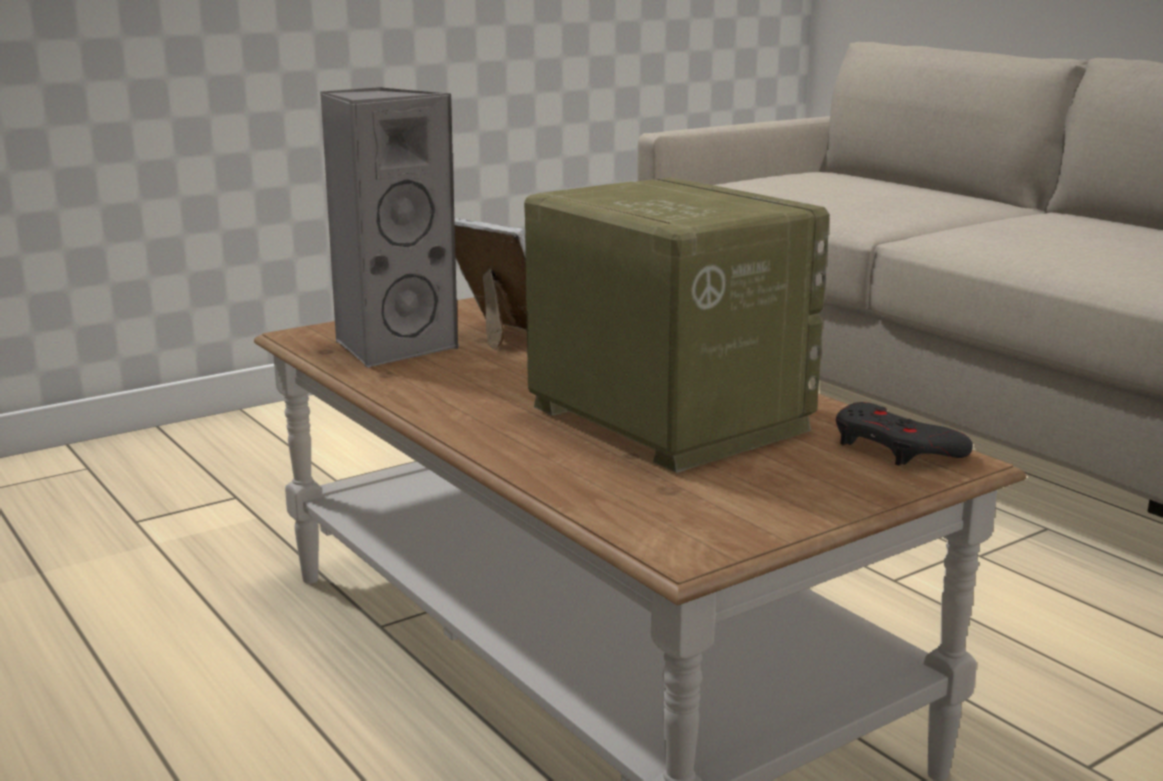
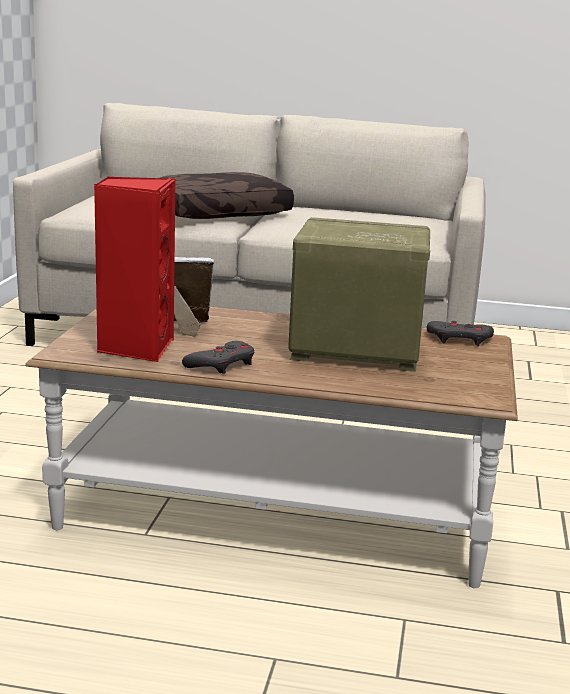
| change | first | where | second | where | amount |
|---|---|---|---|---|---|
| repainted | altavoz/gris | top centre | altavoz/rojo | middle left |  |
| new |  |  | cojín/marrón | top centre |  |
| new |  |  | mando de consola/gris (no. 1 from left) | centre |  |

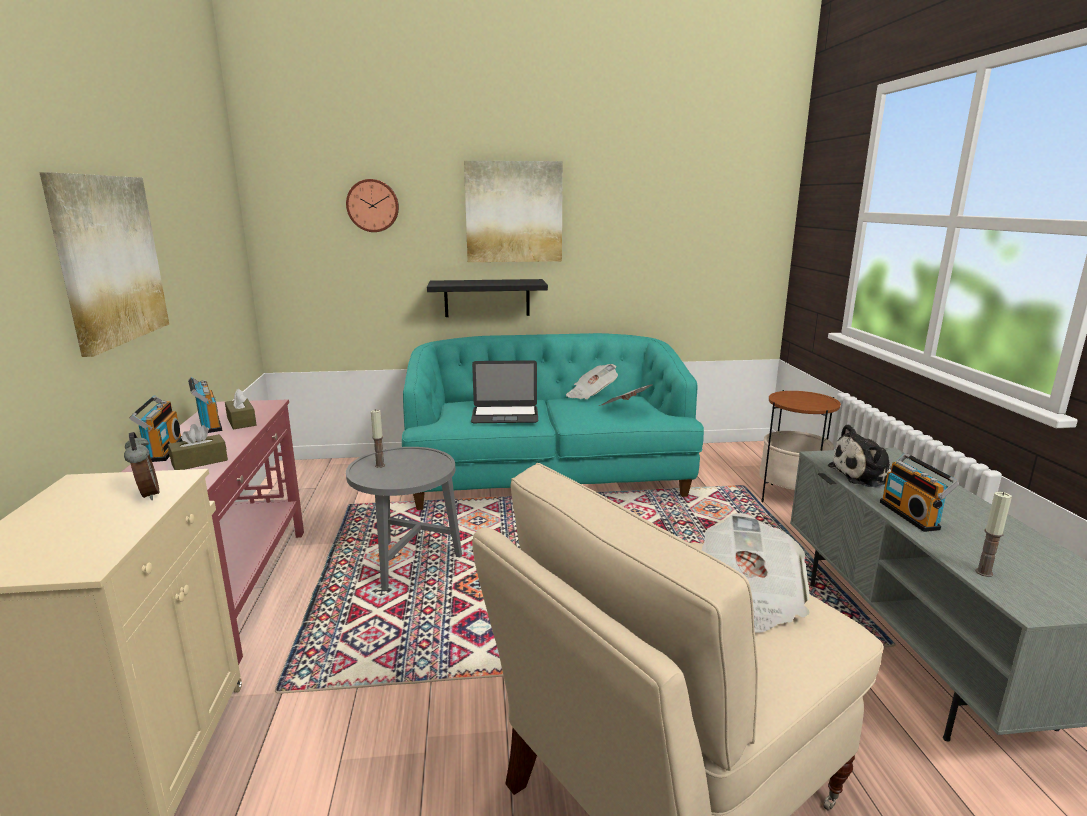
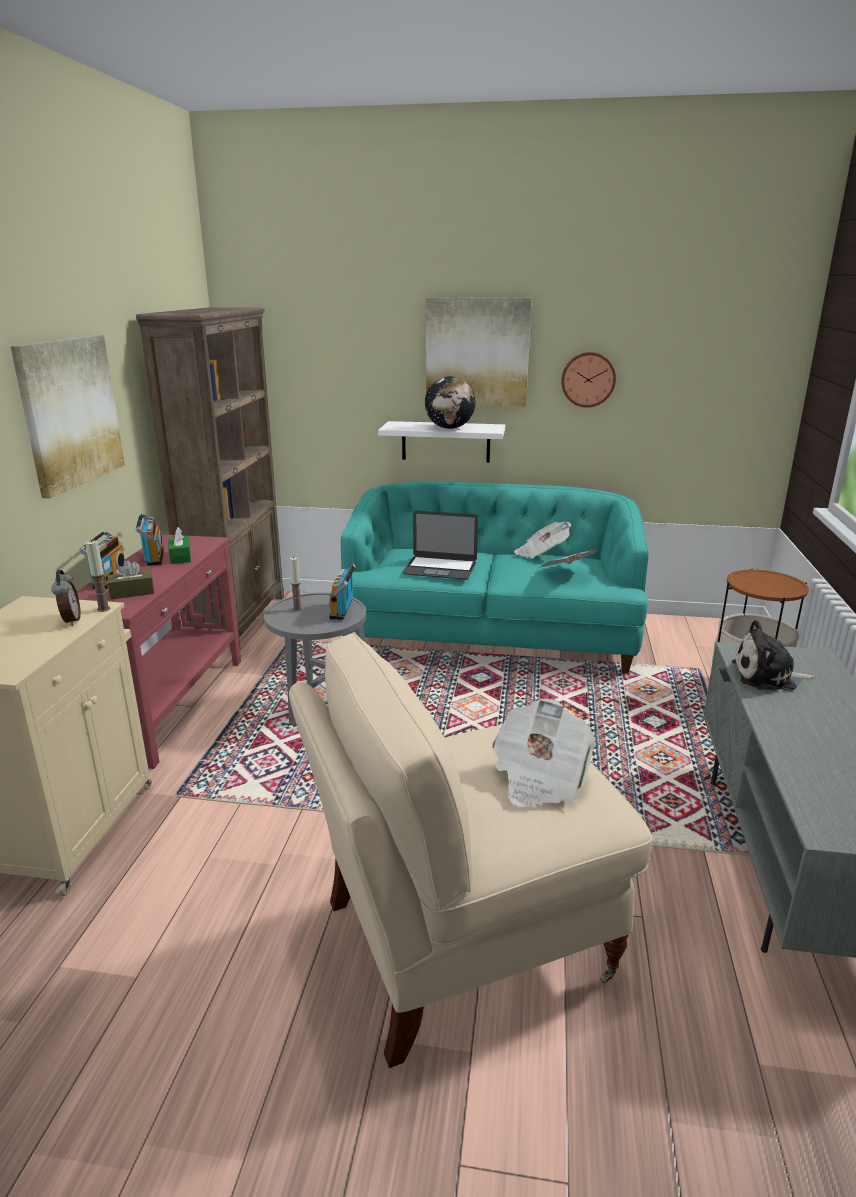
| change | first | where | second | where | amount |
|---|---|---|---|---|---|
| shifted | reloj de pared | top centre |  | top right |  |
| repainted | estante/negro | centre | estante/blanco | centre |  |
| repainted | caja de pañuelos/marrón (no. 2 from left) | middle left | caja de pañuelos/verde | middle left |  |
| shifted | radio (no. 3 from left) | middle right |  | centre |  |
| shifted | vela (no. 2 from left in the first image) | middle right | vela (no. 1 from left) | middle left |  |
| new |  |  | estantería/marrón | middle left |  |
| new |  |  | globo terráqueo | centre |  |

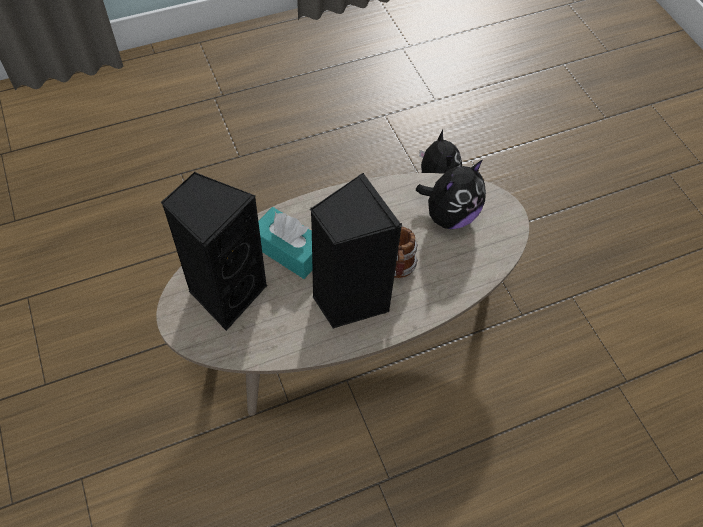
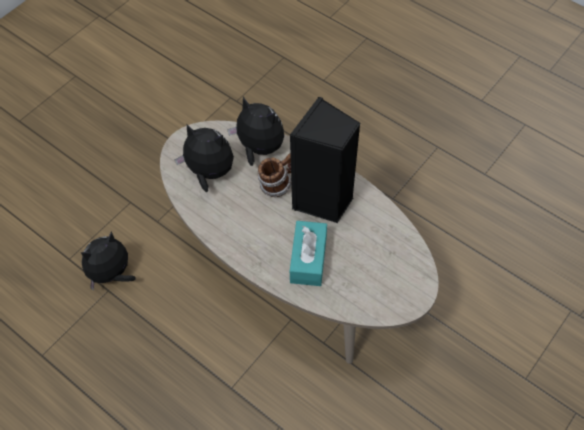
| change | first | where | second | where | amount |
|---|---|---|---|---|---|
| gone | altavoz/negro (no. 1 from left) | middle left |  |  |  |
| new |  |  | peluche (no. 3 from left) | top centre |  |

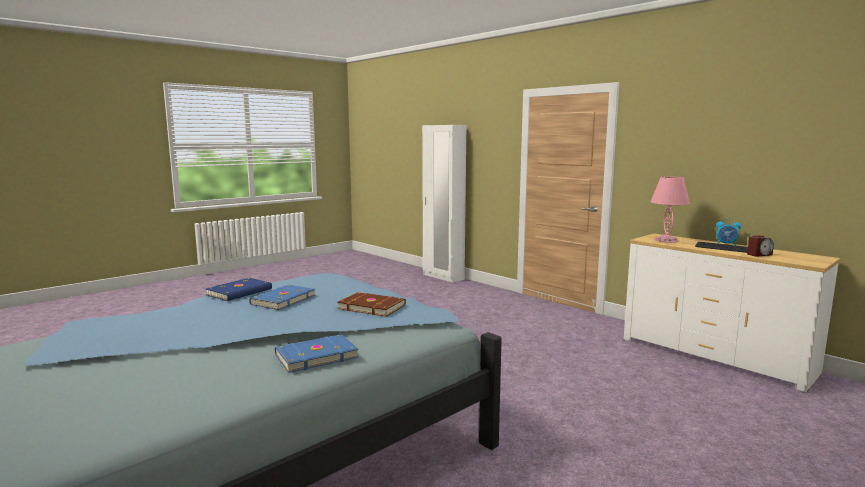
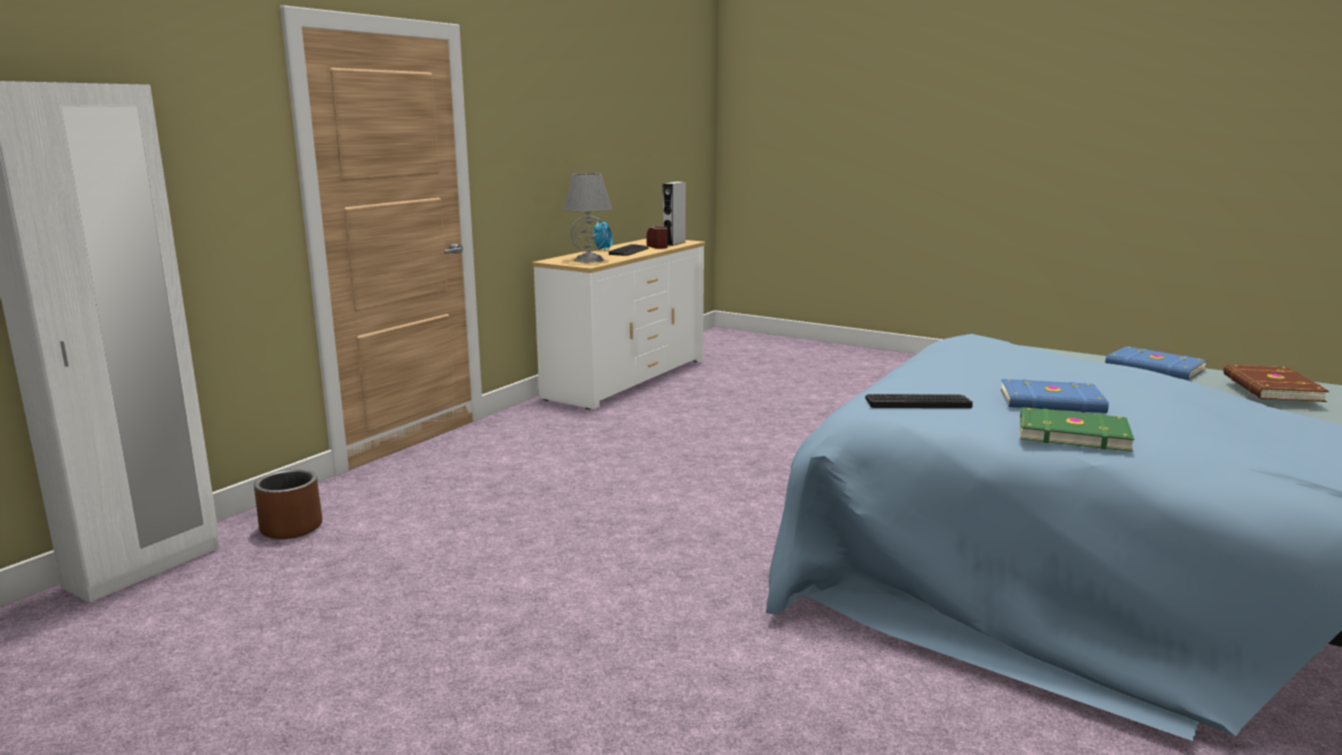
| change | first | where | second | where | amount |
|---|---|---|---|---|---|
| repainted | lámpara de mesa/rosa | middle right | lámpara de mesa/gris | top centre |  |
| repainted | libro/azul (no. 1 from left) | middle left | libro/verde | middle right |  |
| shifted | libro/marrón | centre |  | middle right |  |
| new |  |  | altavoz/gris | top centre |  |
| new |  |  | teclado (no. 2 from left) | middle right |  |
| new |  |  | maceta/marrón | bottom left |  |

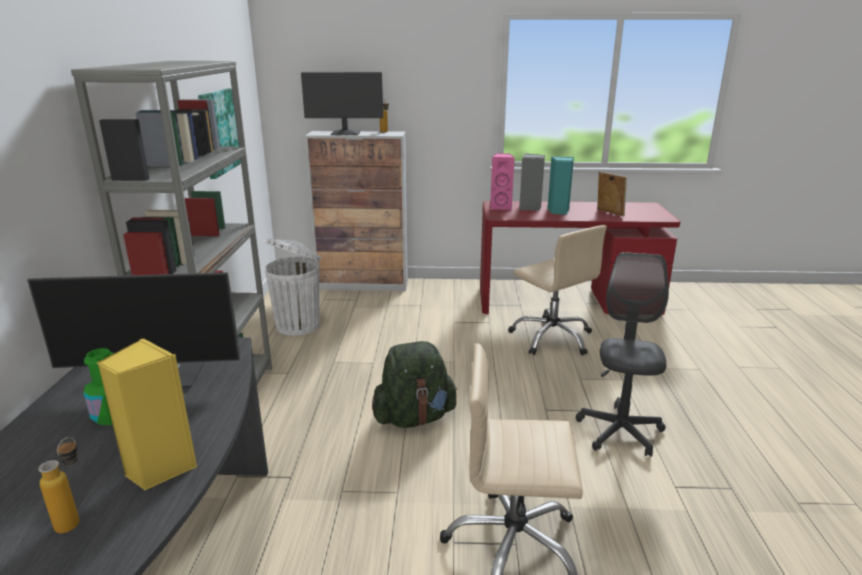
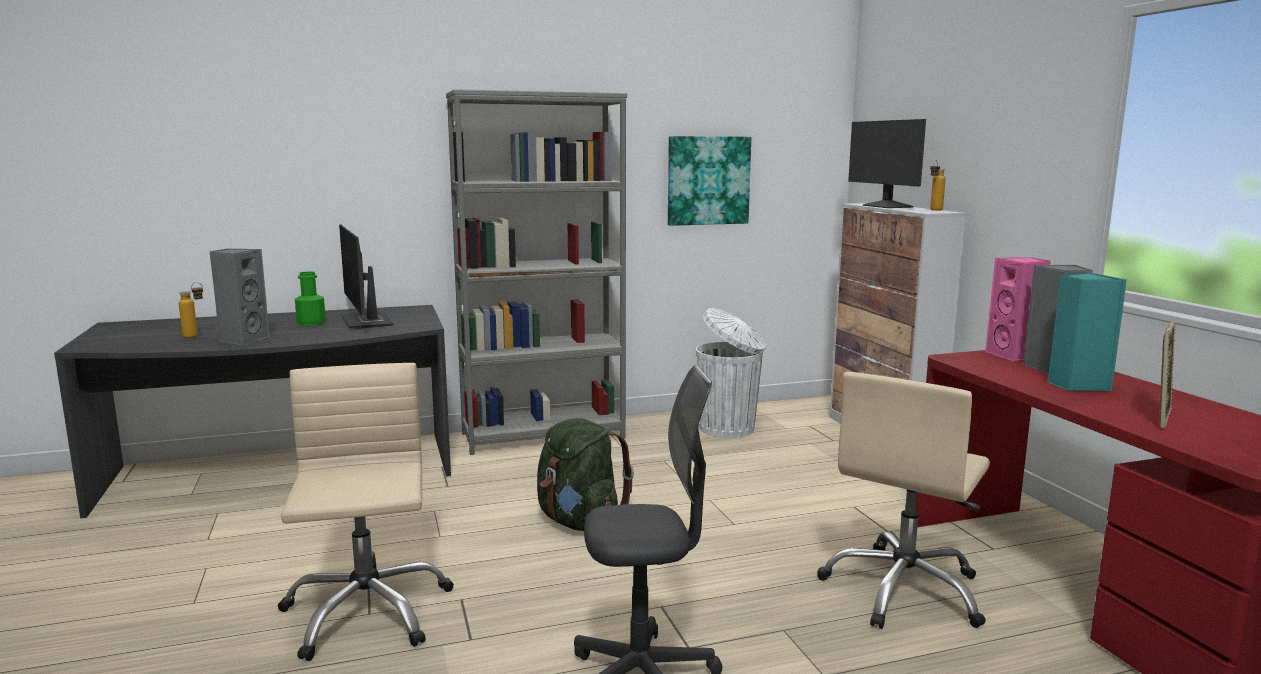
| change | first | where | second | where | amount |
|---|---|---|---|---|---|
| repainted | altavoz/amarillo | bottom left | altavoz/gris (no. 1 from left) | middle left |  |

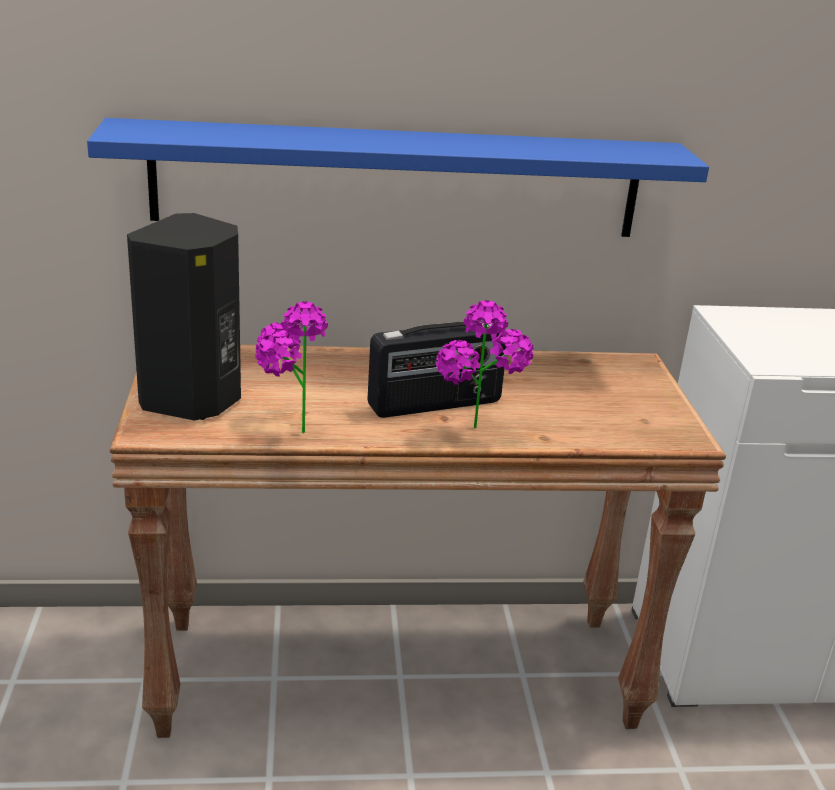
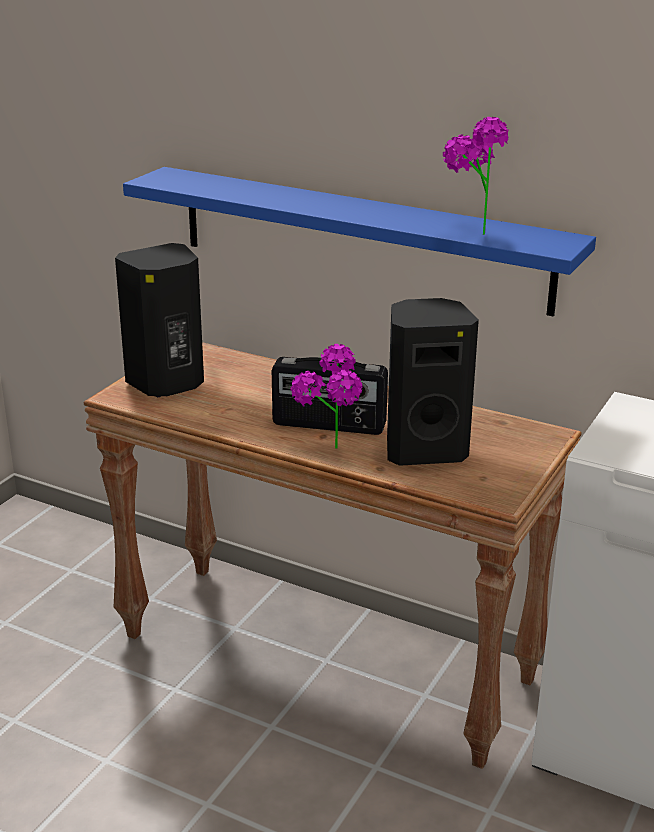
| change | first | where | second | where | amount |
|---|---|---|---|---|---|
| shifted | planta en maceta (no. 1 from left in the first image) | centre | planta en maceta (no. 2 from left) | top right |  |
| new |  |  | altavoz/negro (no. 2 from left) | centre |  |

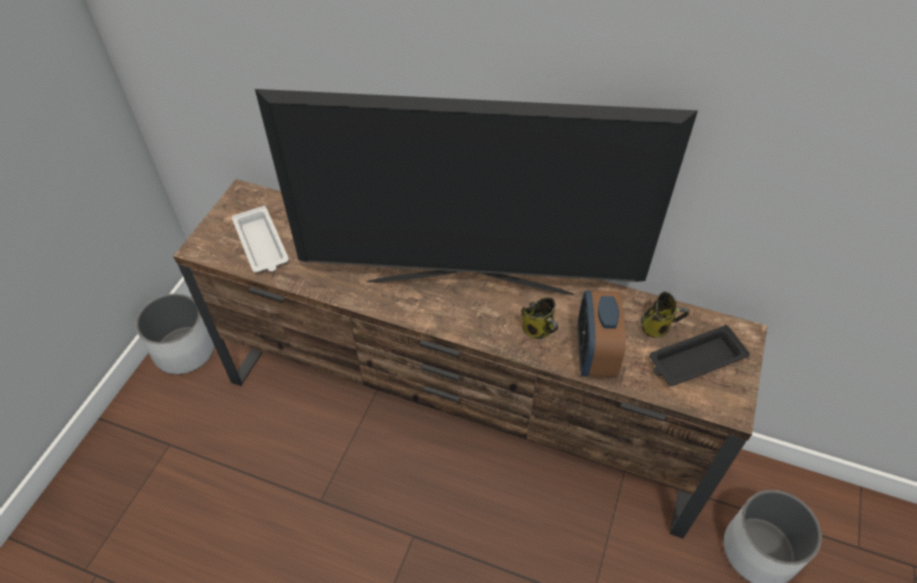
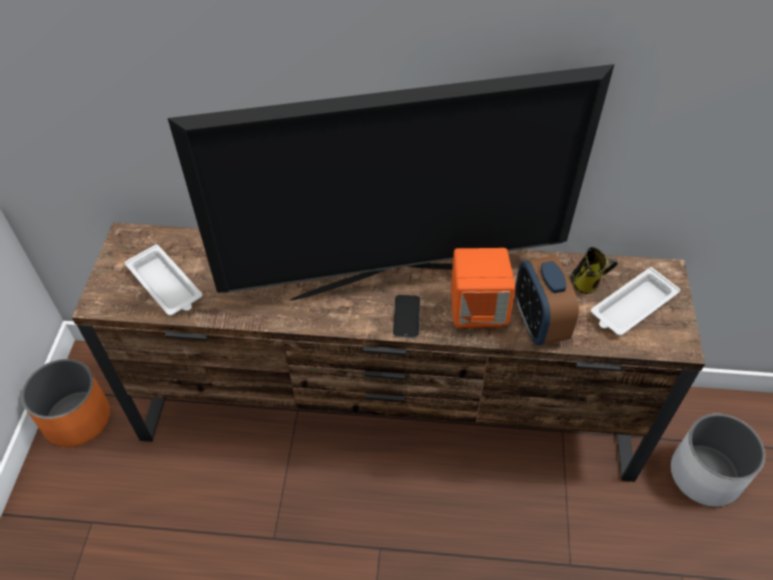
| change | first | where | second | where | amount |
|---|---|---|---|---|---|
| repainted | maceta/blanco (no. 1 from left) | middle left | maceta/naranja | bottom left |  |
| swapped | taza grande (no. 1 from left) | centre | altavoz/naranja | centre |  |
| repainted | bandeja/negro | middle right | bandeja/blanco (no. 2 from left) | middle right |  |
| new |  |  | móvil | centre |  |

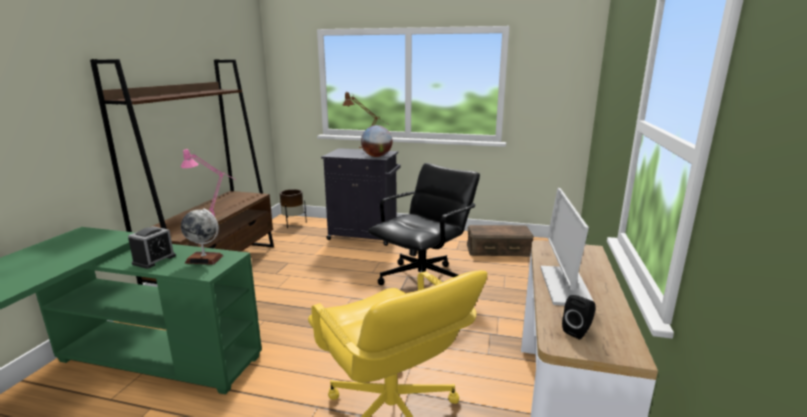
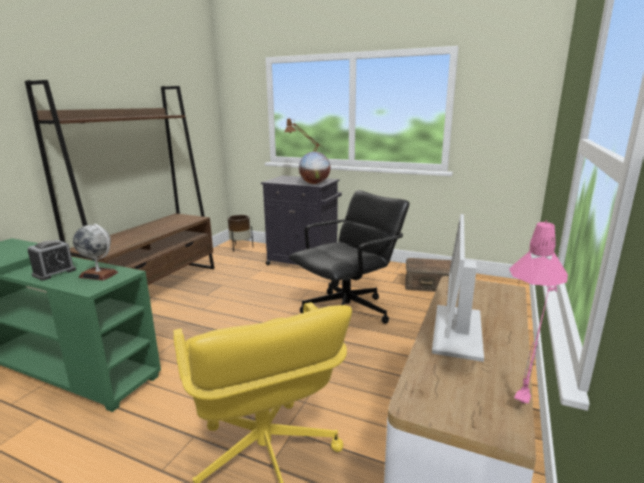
| change | first | where | second | where | amount |
|---|---|---|---|---|---|
| shifted | lámpara de mesa/rosa | middle left |  | middle right |  |
| gone | altavoz/negro | bottom right |  |  |  |

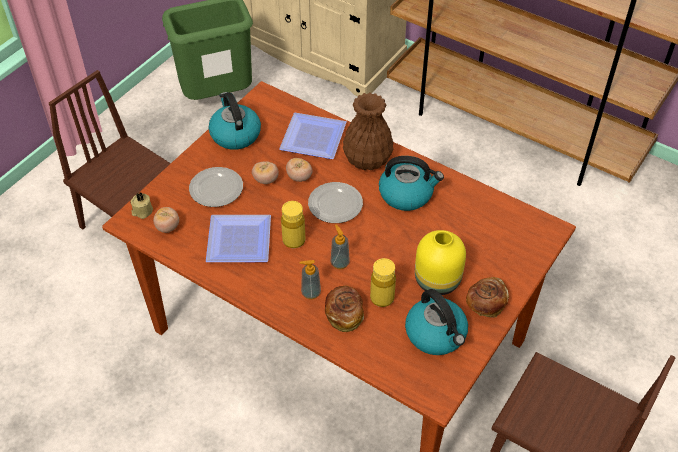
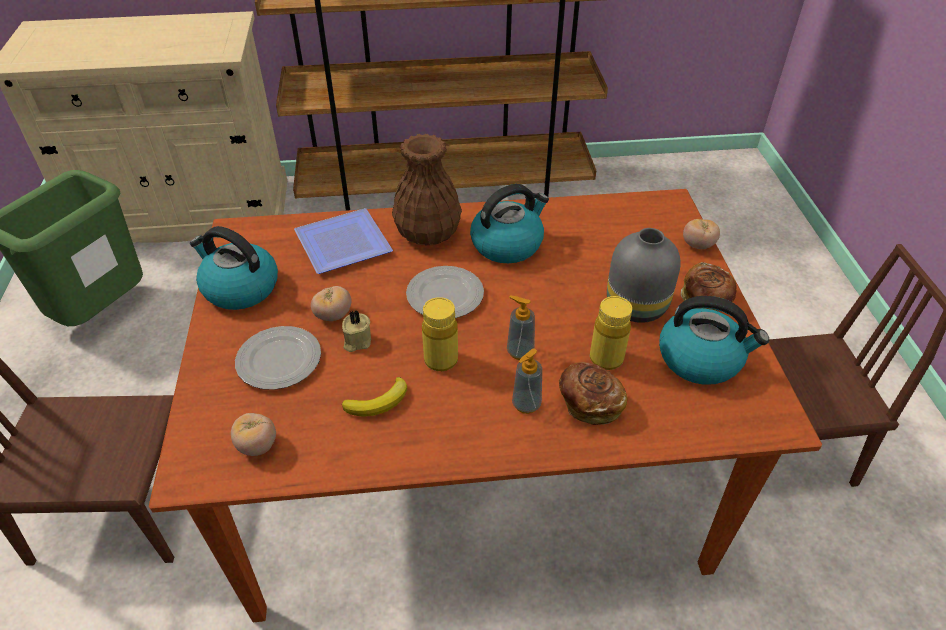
| change | first | where | second | where | amount |
|---|---|---|---|---|---|
| shifted | tomate (no. 3 from left) | centre |  | middle right |  |
| shifted | vela/beis | middle left |  | centre |  |
| swapped | plato (no. 2 from left) | centre | plátano | centre |  |
| repainted | florero/amarillo | centre | florero/gris | middle right |  |

